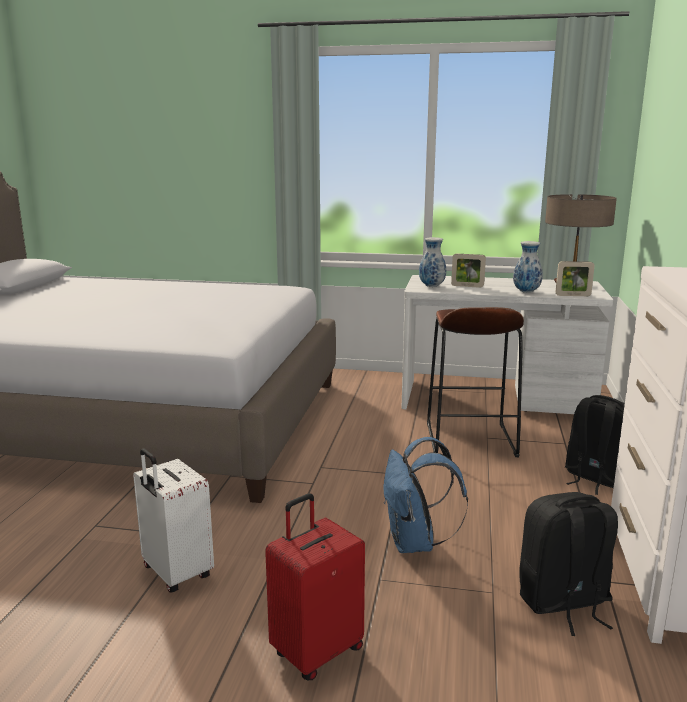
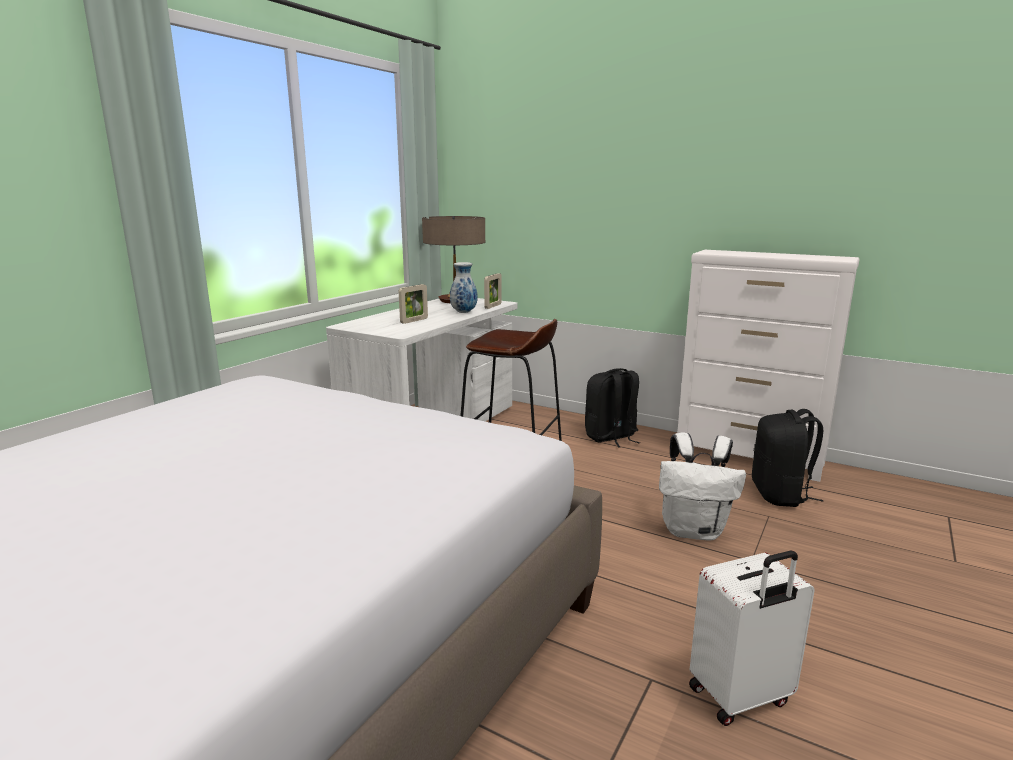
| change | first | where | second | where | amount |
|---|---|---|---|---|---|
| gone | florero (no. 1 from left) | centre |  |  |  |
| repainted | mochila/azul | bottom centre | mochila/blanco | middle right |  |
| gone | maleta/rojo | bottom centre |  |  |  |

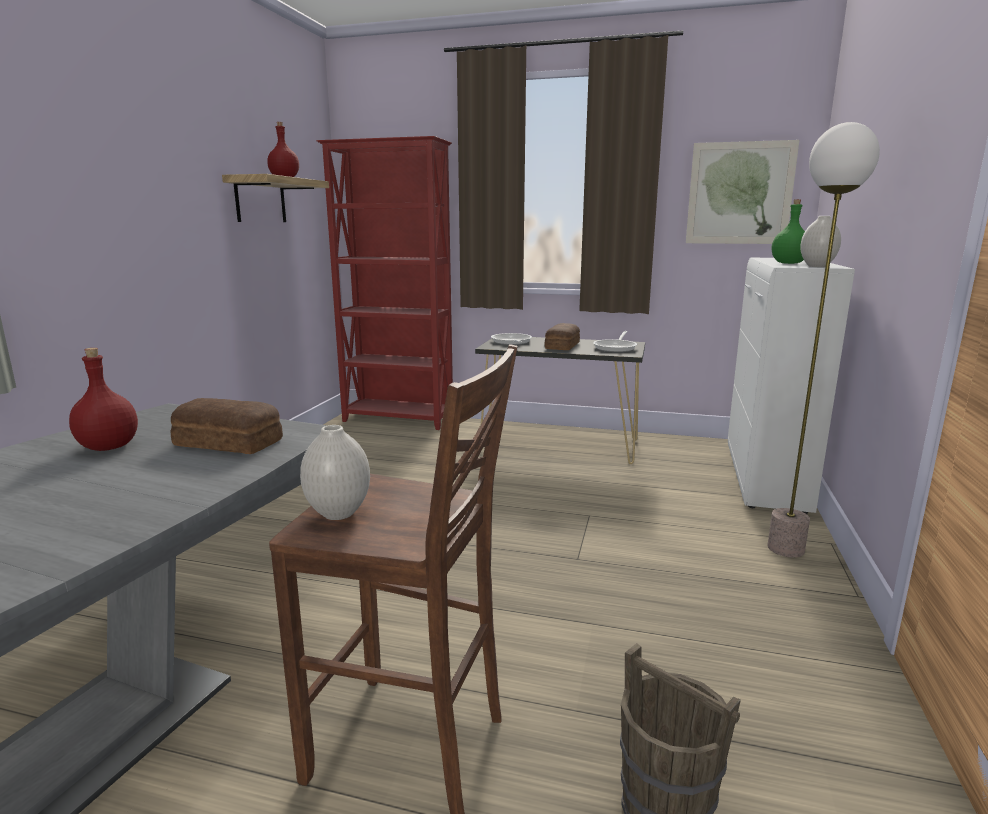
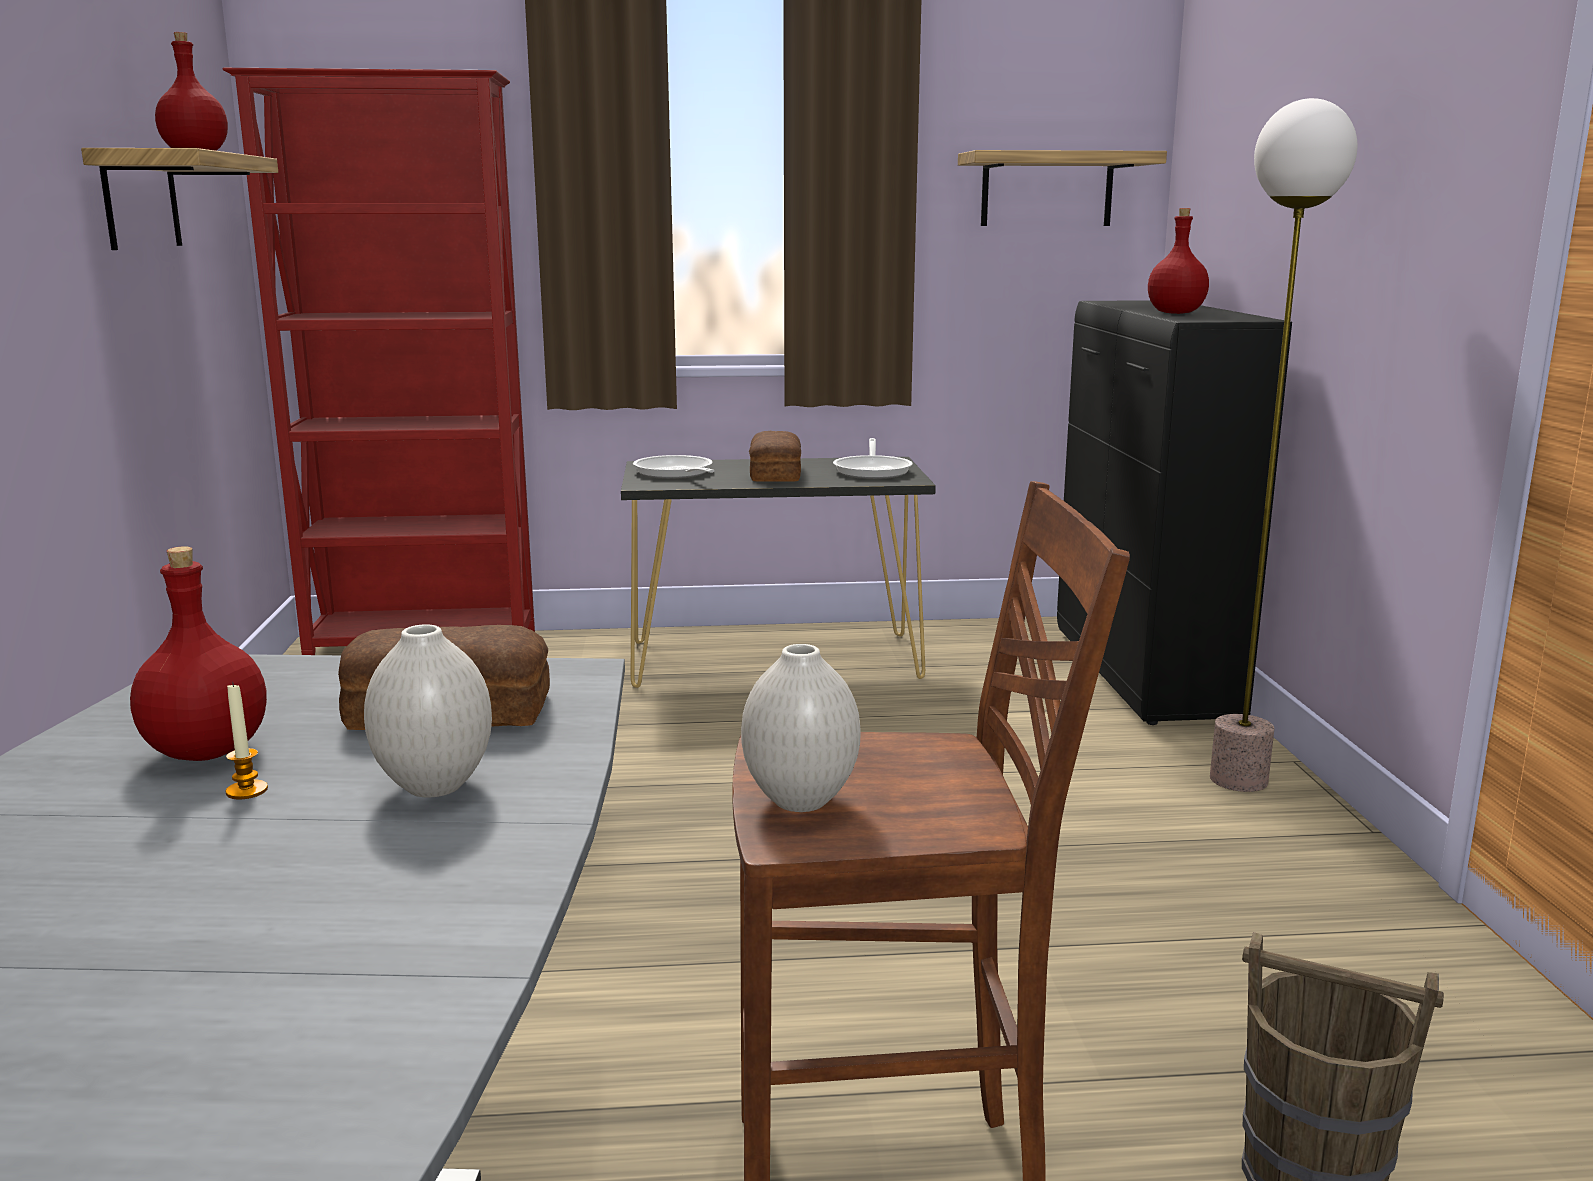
| change | first | where | second | where | amount |
|---|---|---|---|---|---|
| swapped | cuadro | top right | estante (no. 2 from left) | top right |  |
| repainted | botella/verde | top right | botella/rojo (no. 3 from left) | top right |  |
| shifted | florero/blanco (no. 2 from left in the first image) | top right | florero/blanco (no. 1 from left) | middle left |  |
| repainted | armario/blanco | middle right | armario/negro | middle right |  |
| new |  |  | vela | middle left |  |

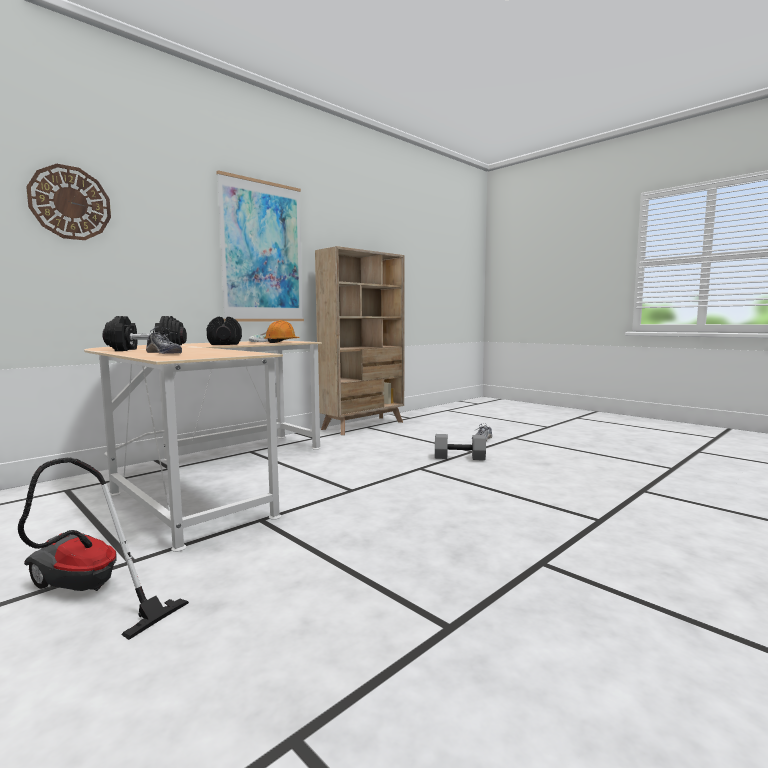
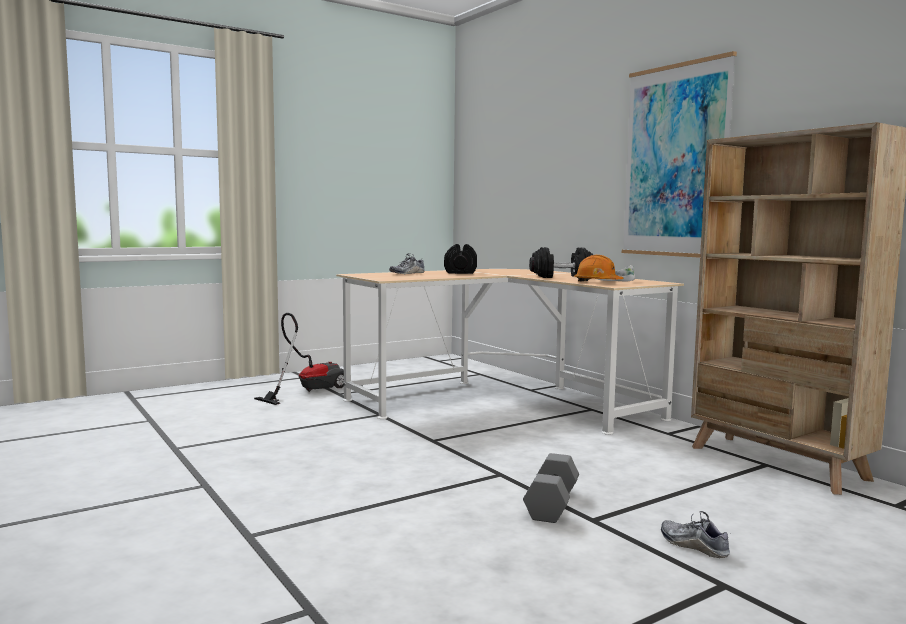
| change | first | where | second | where | amount |
|---|---|---|---|---|---|
| gone | reloj de pared | top left |  |  |  |

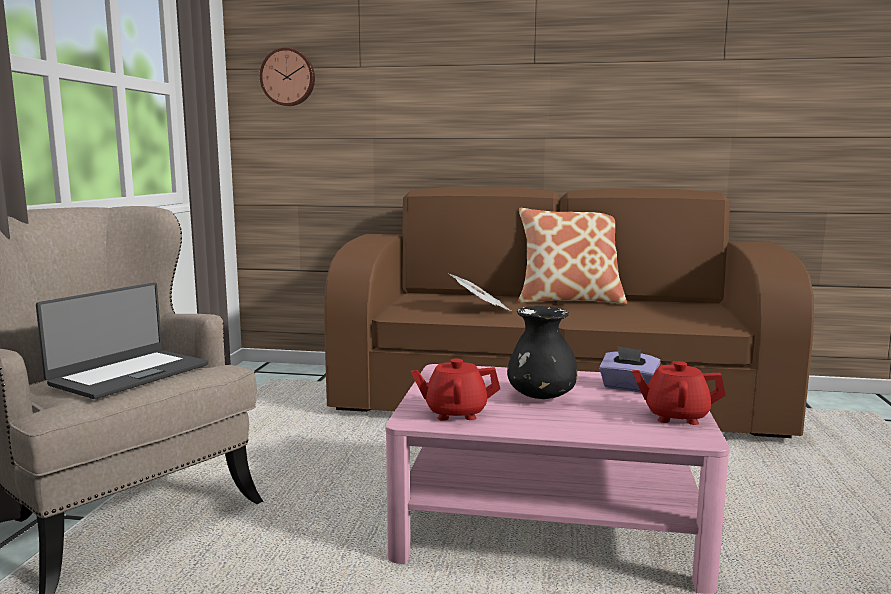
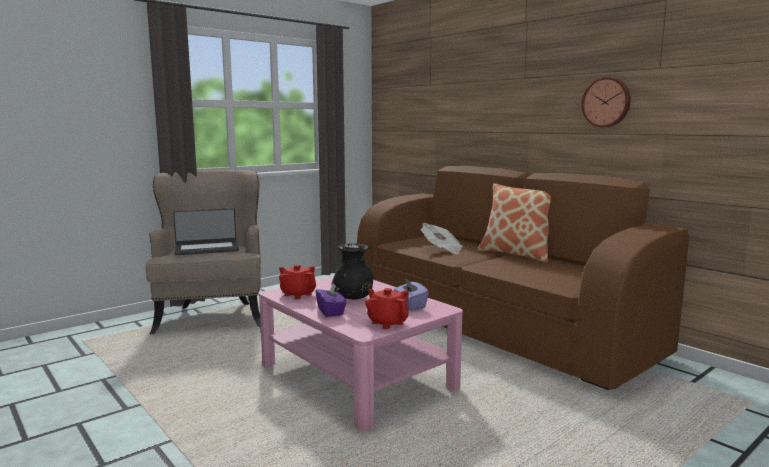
| change | first | where | second | where | amount |
|---|---|---|---|---|---|
| shifted | reloj de pared | top left |  | top right |  |
| new |  |  | caja de pañuelos/morado (no. 1 from left) | centre |  |

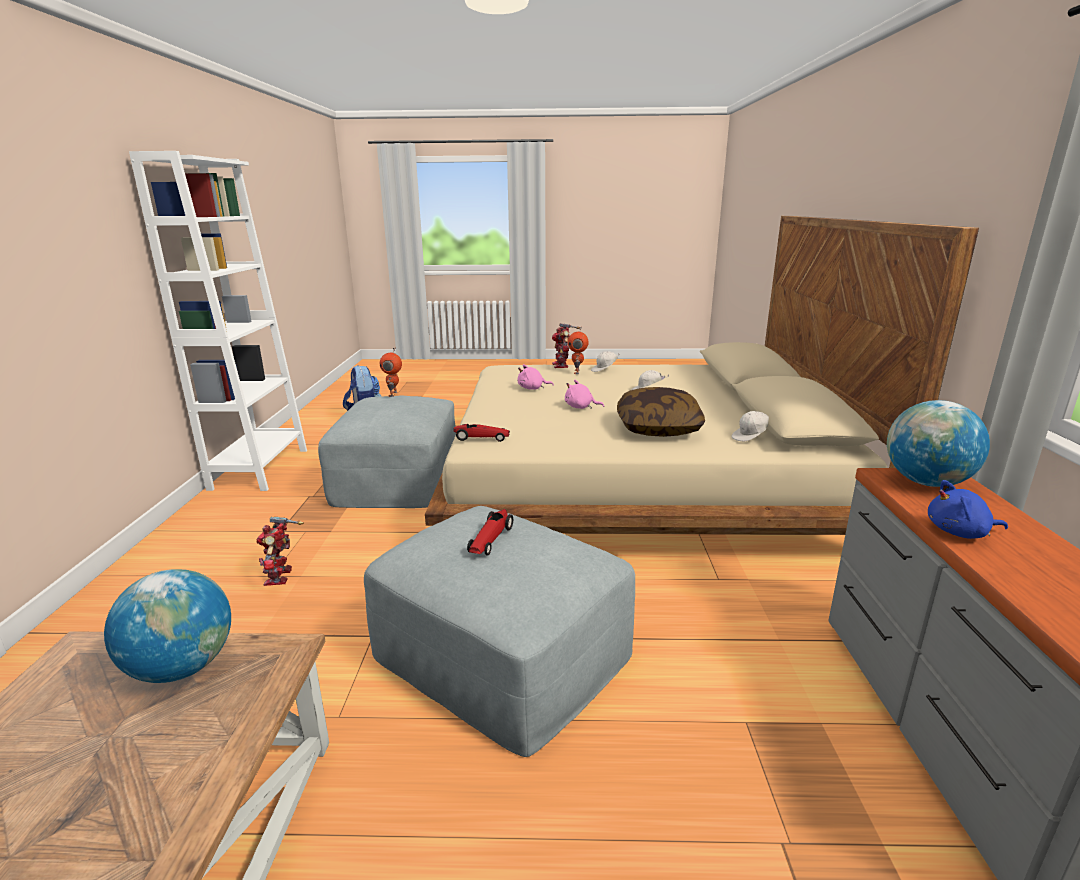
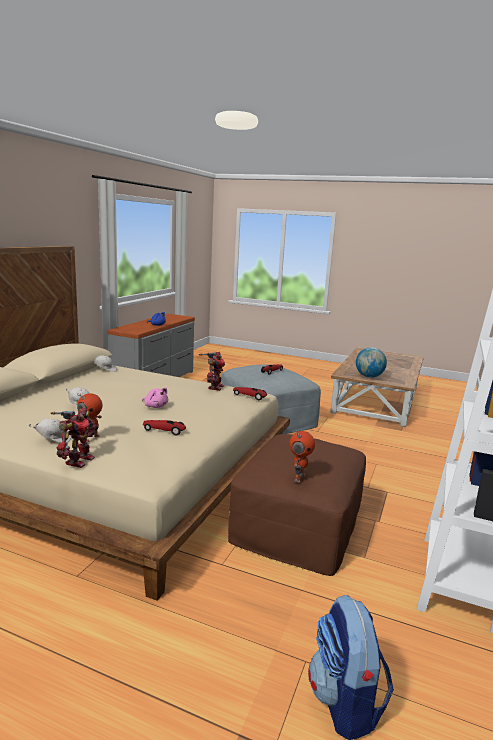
| change | first | where | second | where | amount |
|---|---|---|---|---|---|
| swapped | peluche/rosa (no. 1 from left) | centre | coche de juguete (no. 1 from left) | middle left |  |
| gone | cojín | centre |  |  |  |
| repainted | puf/gris (no. 1 from left) | centre | puf/marrón | bottom centre |  |
| gone | globo terráqueo (no. 2 from left) | middle right |  |  |  |
| shifted | robot de juguete (no. 1 from left in the first image) | middle left | robot de juguete (no. 3 from left) | centre |  |

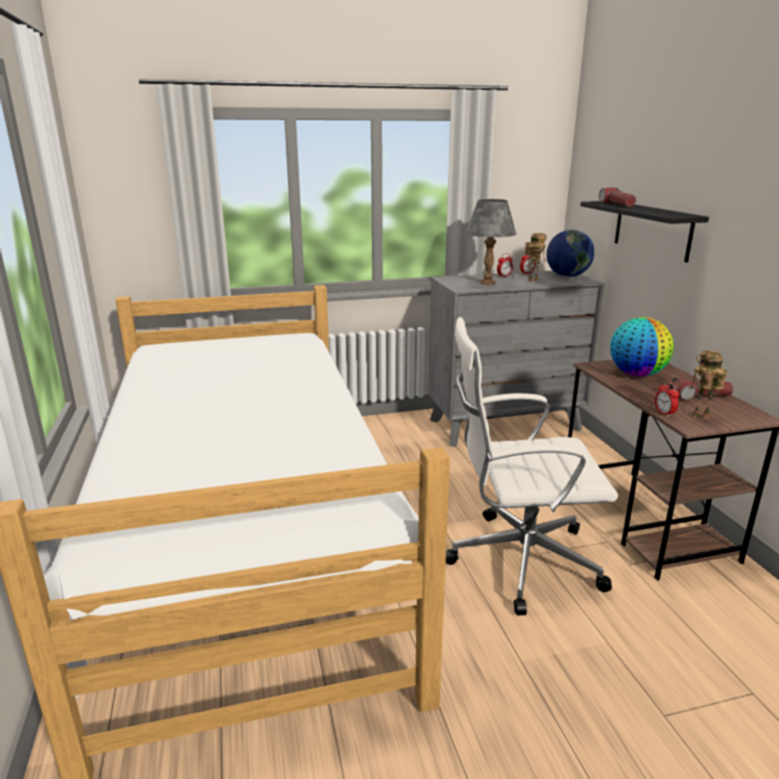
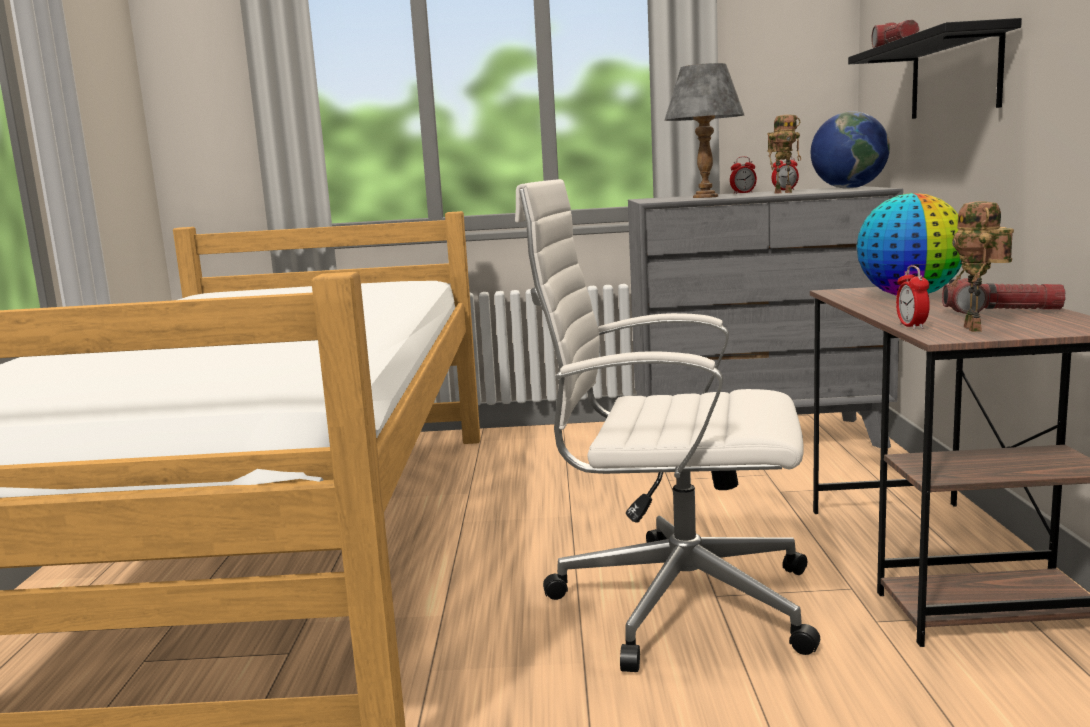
| change | first | where | second | where | amount |
|---|---|---|---|---|---|
| rotated | robot de juguete (no. 2 from left) | middle right |  | middle right | 105 degrees counterclockwise |

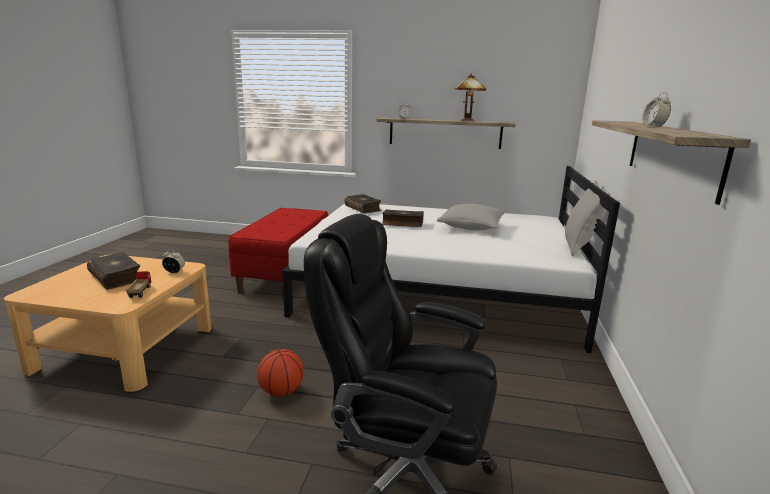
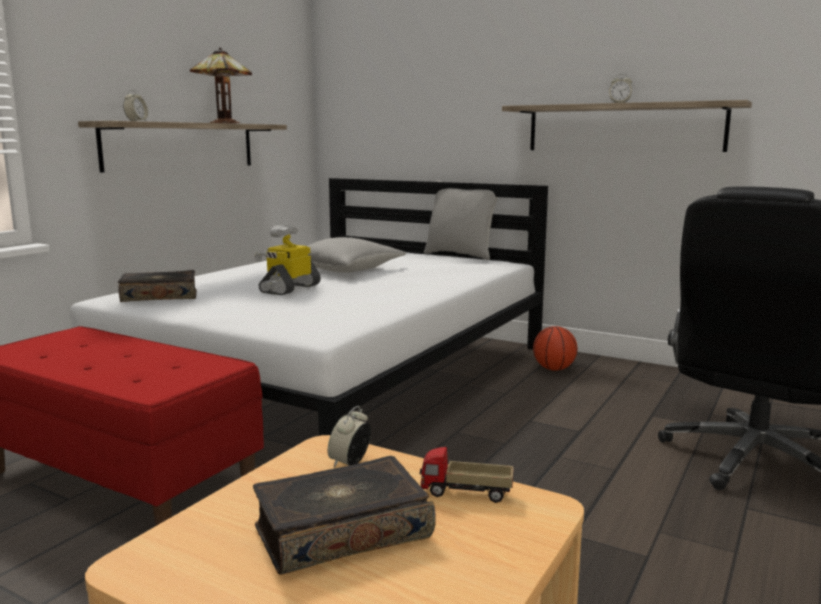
| change | first | where | second | where | amount |
|---|---|---|---|---|---|
| swapped | libro (no. 3 from left) | centre | robot de juguete | centre |  |
| shifted | balón de baloncesto | bottom centre |  | middle right |  |

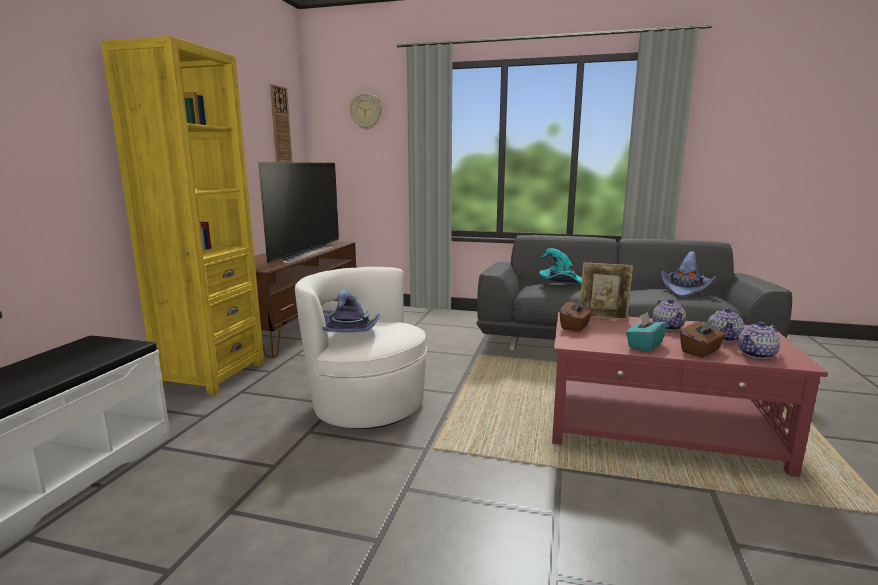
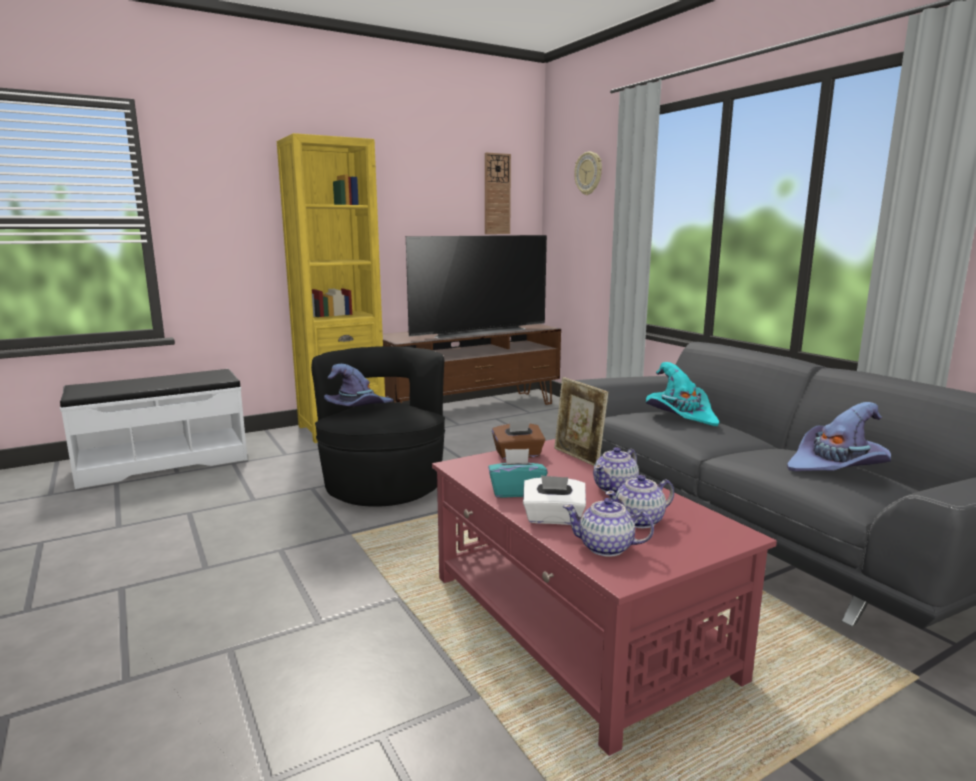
| change | first | where | second | where | amount |
|---|---|---|---|---|---|
| repainted | sillón/blanco | centre | sillón/negro | centre |  |
| repainted | caja de pañuelos/marrón (no. 2 from left) | middle right | caja de pañuelos/blanco | centre |  |

